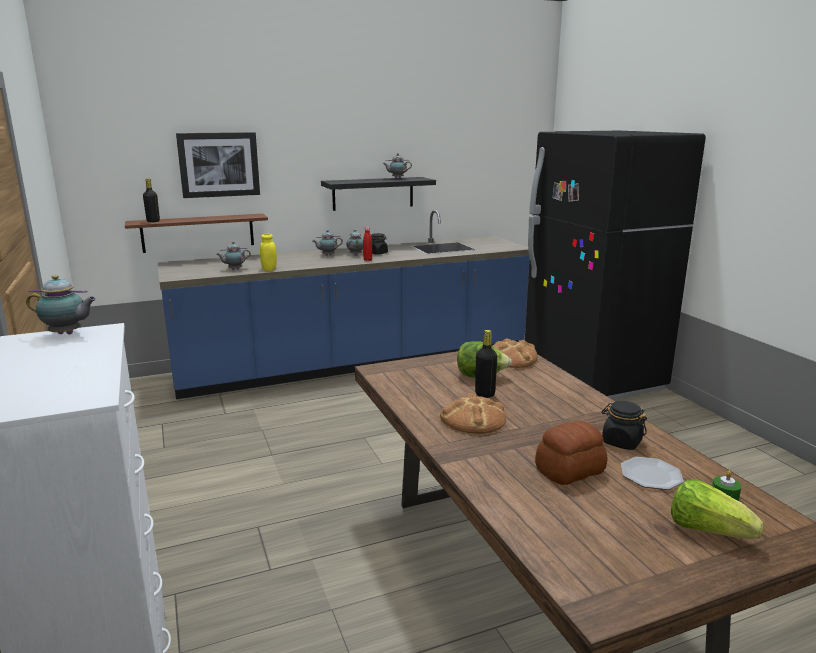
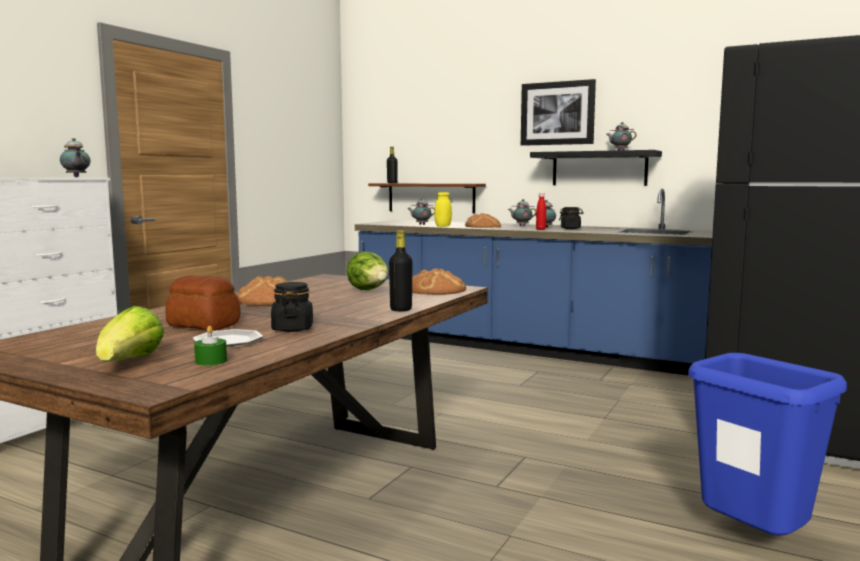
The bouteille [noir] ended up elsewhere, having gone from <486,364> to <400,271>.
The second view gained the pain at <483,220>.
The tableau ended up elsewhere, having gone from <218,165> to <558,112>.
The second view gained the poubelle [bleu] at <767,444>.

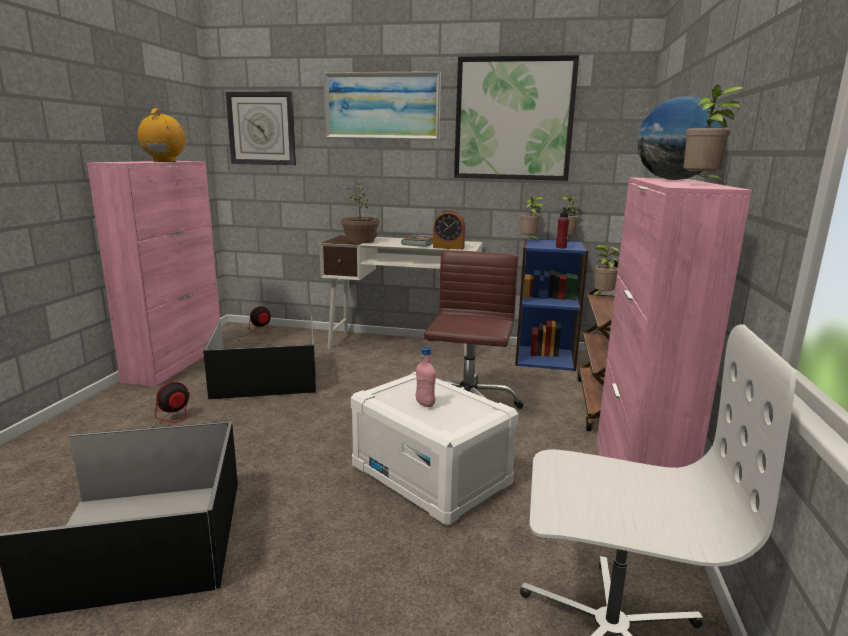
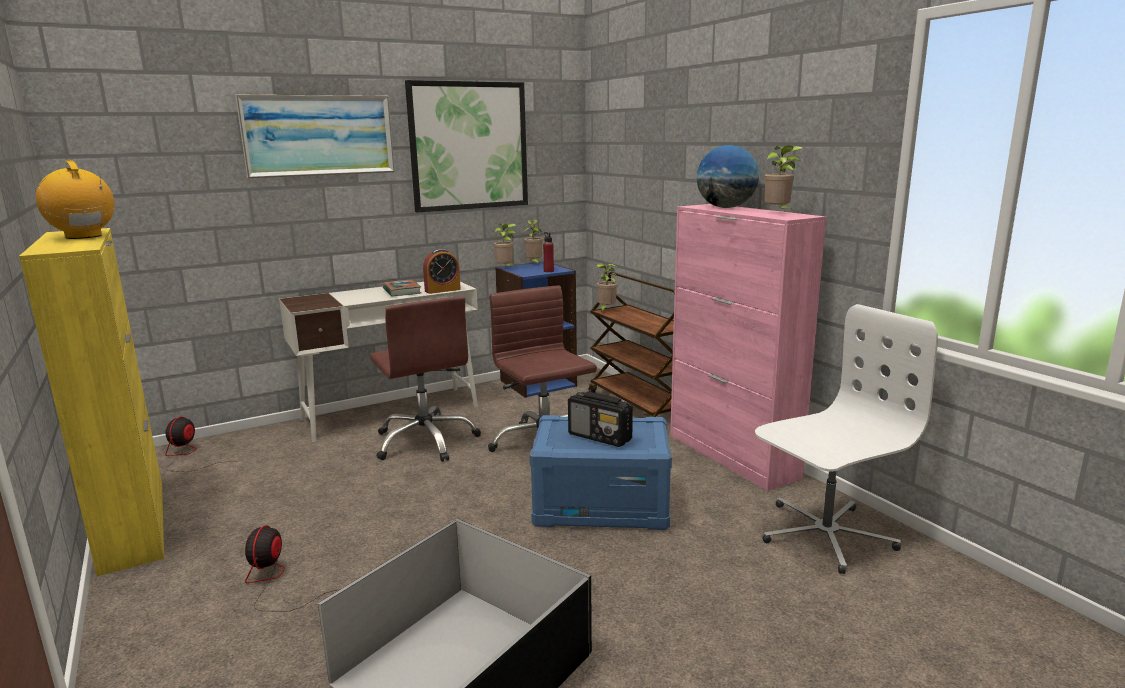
What was the meuble de rangement [rose] at <153,274> turned into the meuble de rangement [jaune] at <91,402>.
The second view gained the chaise de bureau [marron] at <425,379>.
What was the boîte de rangement [blanc] at <434,449> turned into the boîte de rangement [bleu] at <601,472>.
Where the bouteille [rose] stood at <426,376>, the radio came to stand at <600,419>.
The second view lost the boîte de rangement [noir] at <259,358>.
The second view lost the horloge murale at <261,128>.
The second view lost the plante en pot at <360,213>.

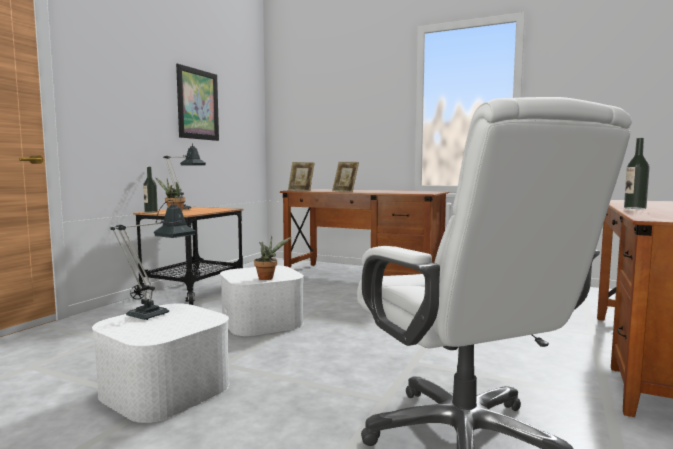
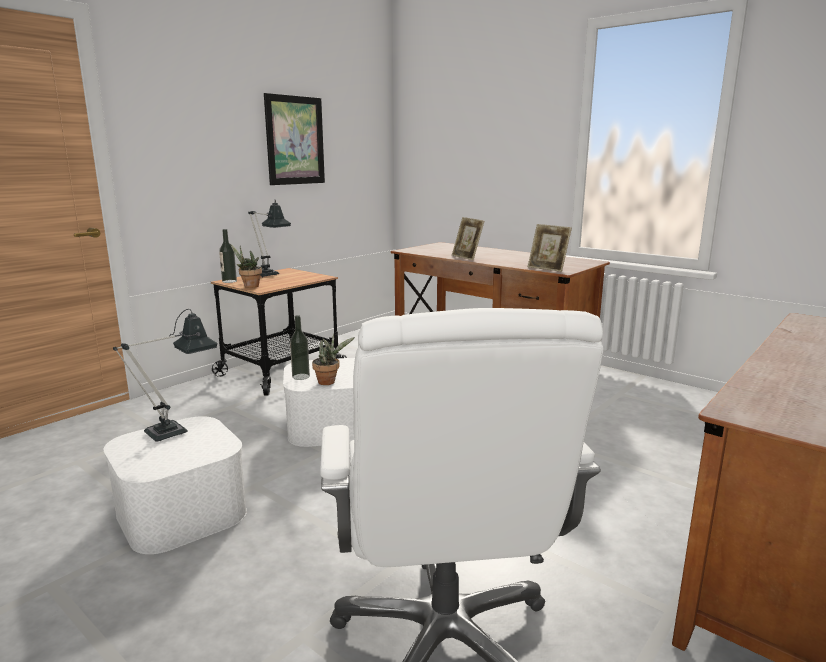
The bouteille ended up elsewhere, having gone from <637,173> to <300,347>.
The cadre photo ended up elsewhere, having gone from <301,176> to <550,248>.

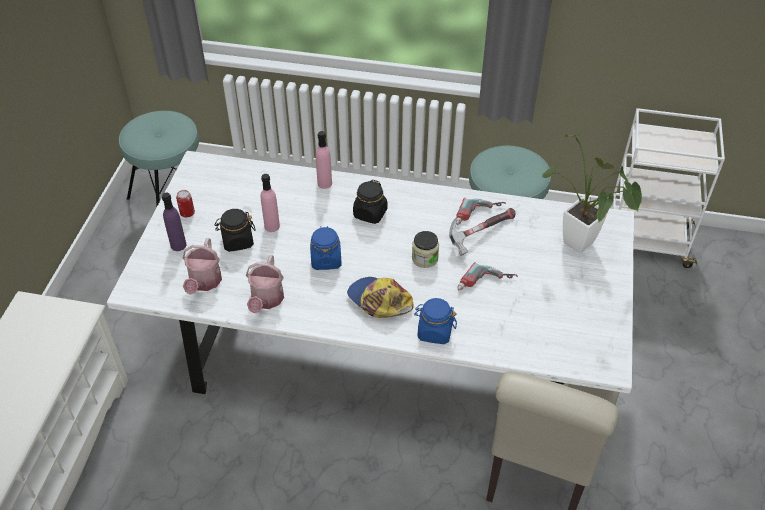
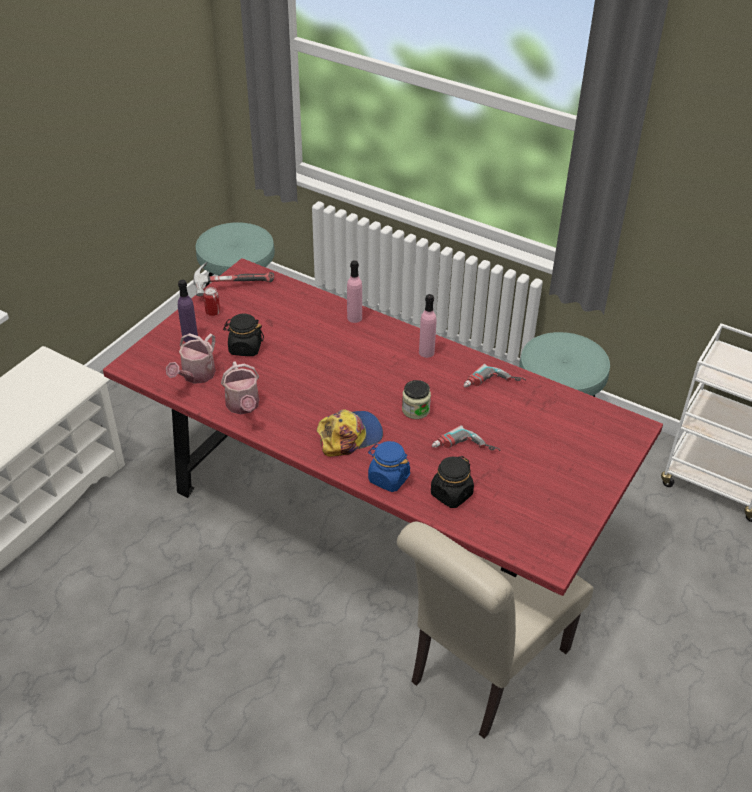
What was the table à manger [blanc] at <370,272> turned into the table à manger [rouge] at <383,427>.
The marteau ended up elsewhere, having gone from <482,232> to <233,279>.
The arrosoir at <265,284> ended up facing another way, 45 degrees counterclockwise from before.
The casquette at <380,297> ended up facing another way, 90 degrees clockwise from before.
The bouteille [rose] ended up elsewhere, having gone from <270,203> to <427,326>.
The bocal [noir] ended up elsewhere, having gone from <370,202> to <452,482>.
The second view lost the bocal [bleu] at <326,248>.
The second view lost the plante en pot at <592,193>.

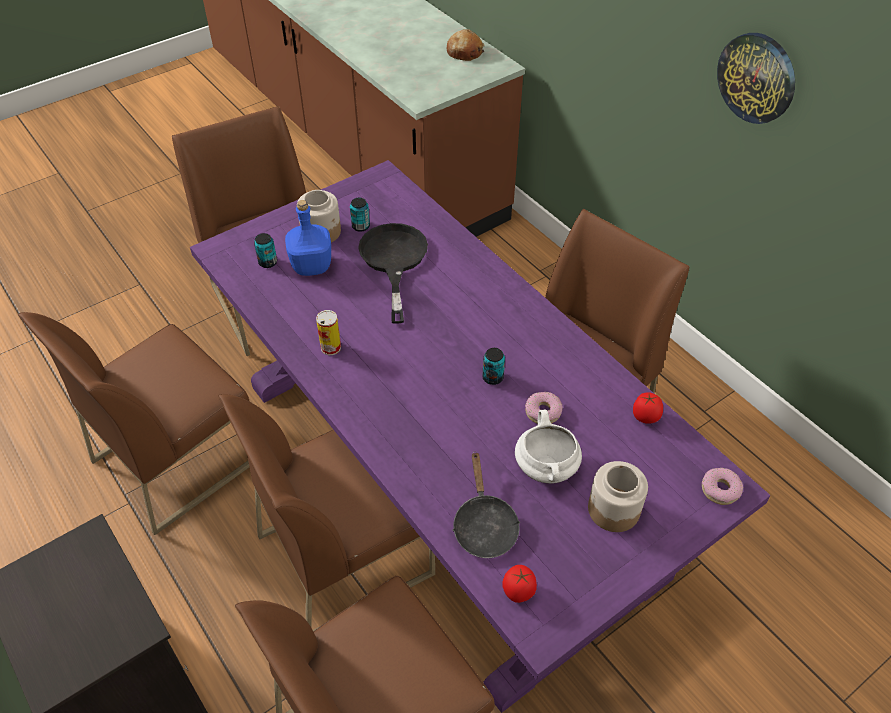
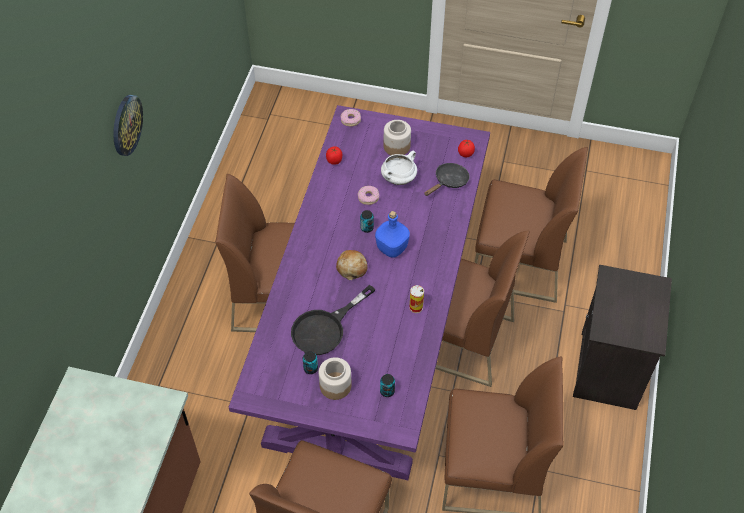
The pain ended up elsewhere, having gone from <466,45> to <351,265>.
The bouteille [bleu] ended up elsewhere, having gone from <308,238> to <392,234>.

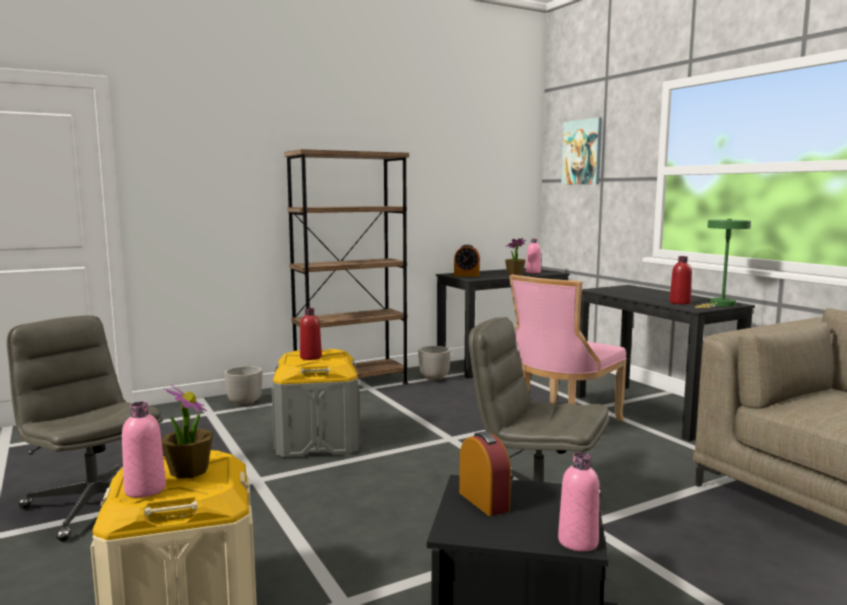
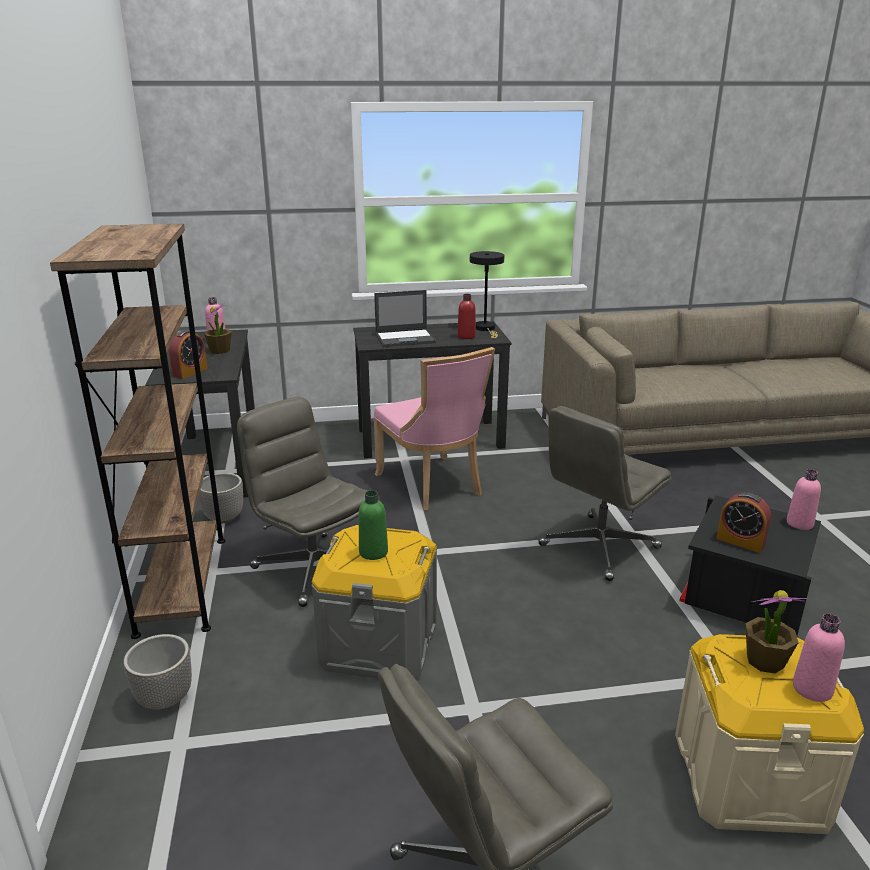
The second view gained the chaise de bureau [gris] at <302,502>.
What was the bouteille [rouge] at <311,334> turned into the bouteille [vert] at <373,525>.
The second view gained the ordinateur portable at <405,318>.
What was the lampe de table [vert] at <723,263> turned into the lampe de table [noir] at <487,294>.
The réveil at <485,473> ended up facing another way, 135 degrees counterclockwise from before.
The second view lost the tableau at <581,151>.

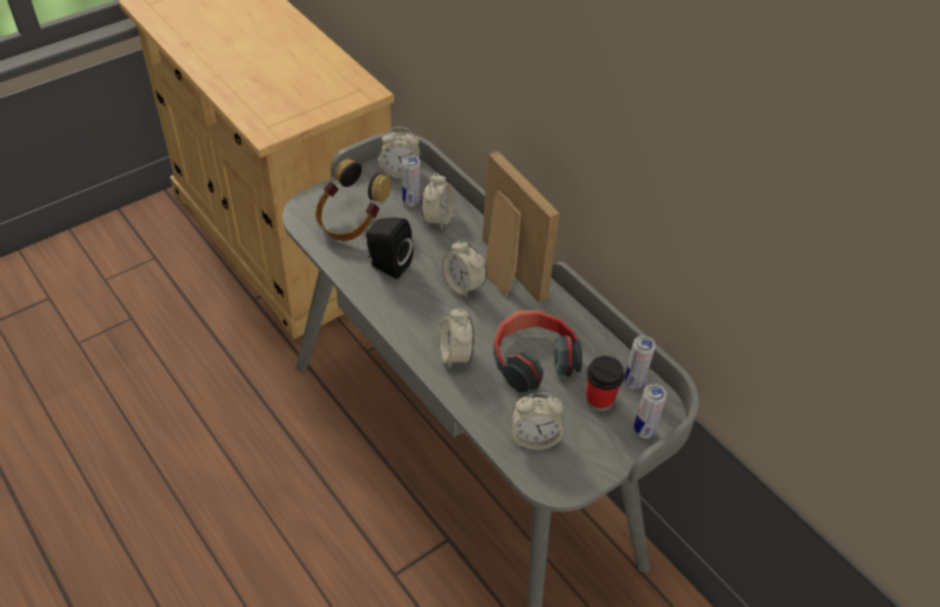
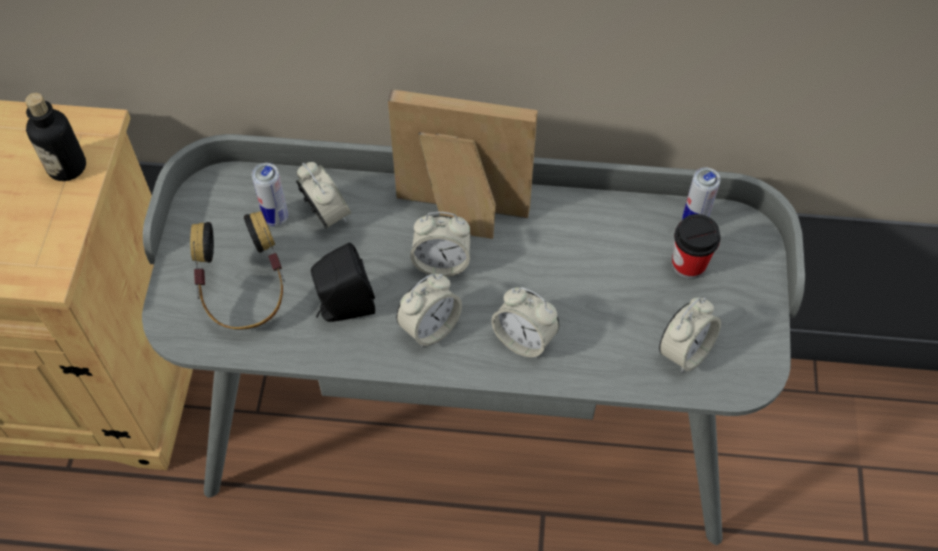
The second view gained the bouteille at <55,137>.
The réveil ended up elsewhere, having gone from <399,152> to <429,311>.
The second view lost the casque audio at <537,351>.
The second view lost the boîte métallique at <650,411>.

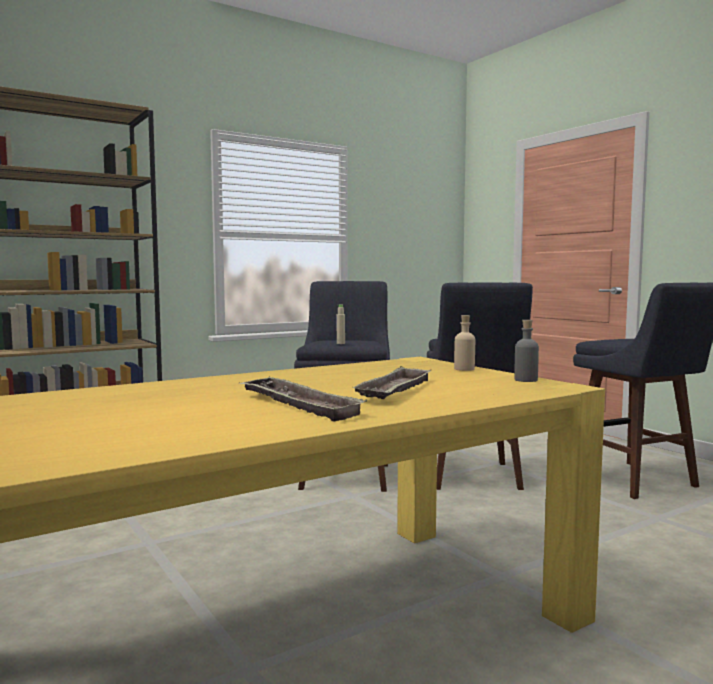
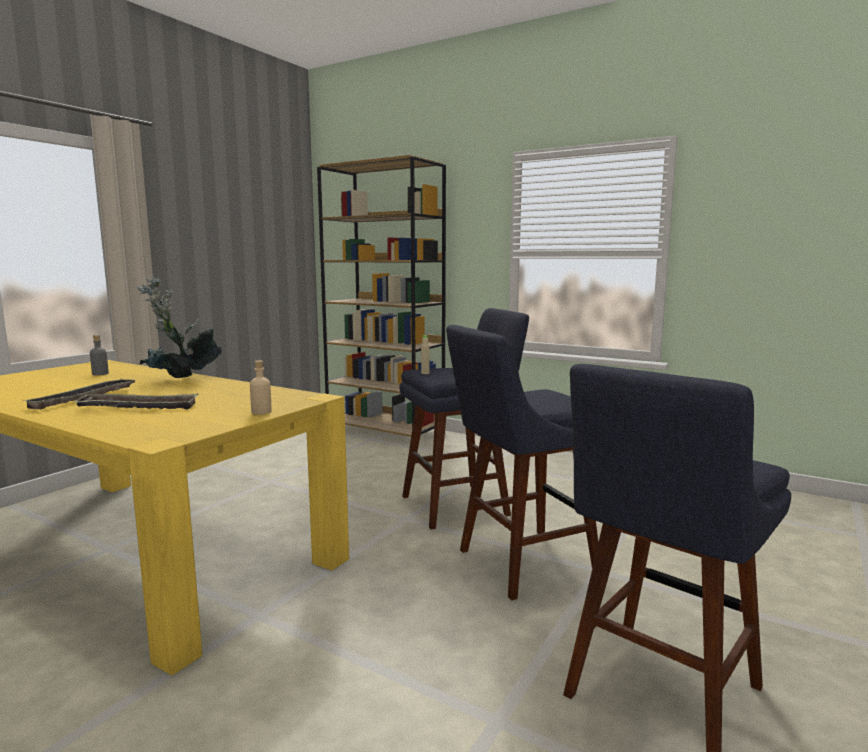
The bouteille [gris] ended up elsewhere, having gone from <526,351> to <99,355>.
The second view gained the plante en pot at <179,327>.

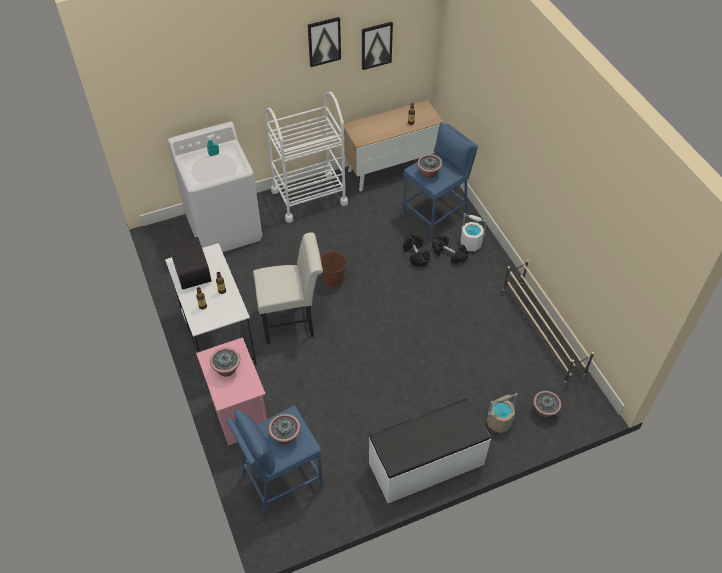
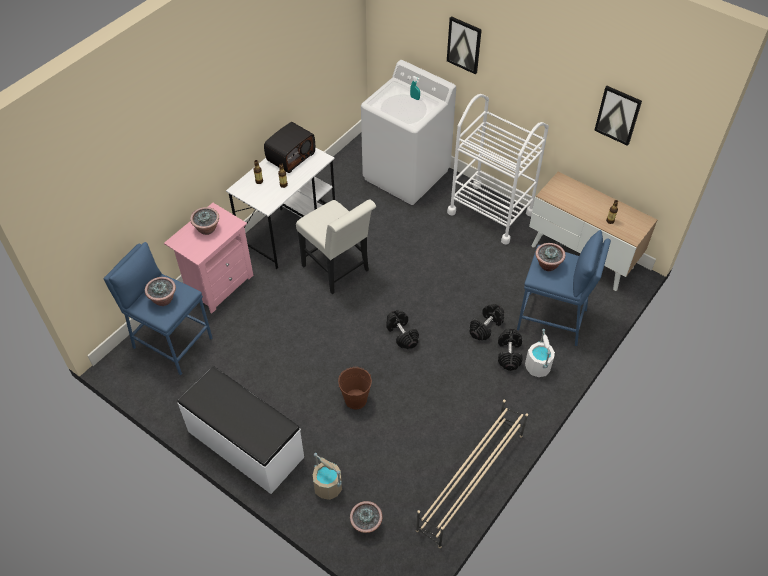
The seau [marron] ended up elsewhere, having gone from <333,269> to <355,388>.
The second view gained the haltère [noir] at <402,329>.
The tableau ended up elsewhere, having gone from <324,42> to <464,45>.

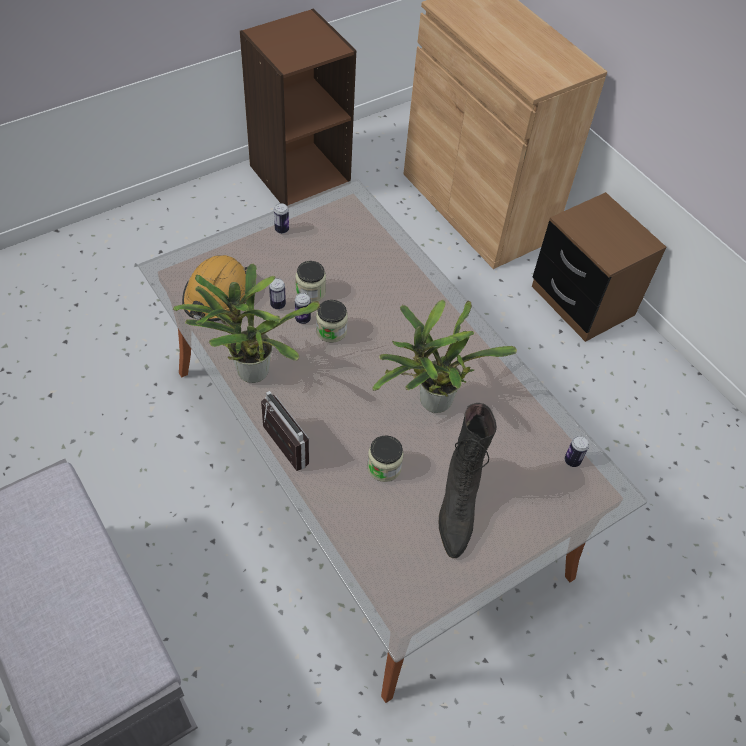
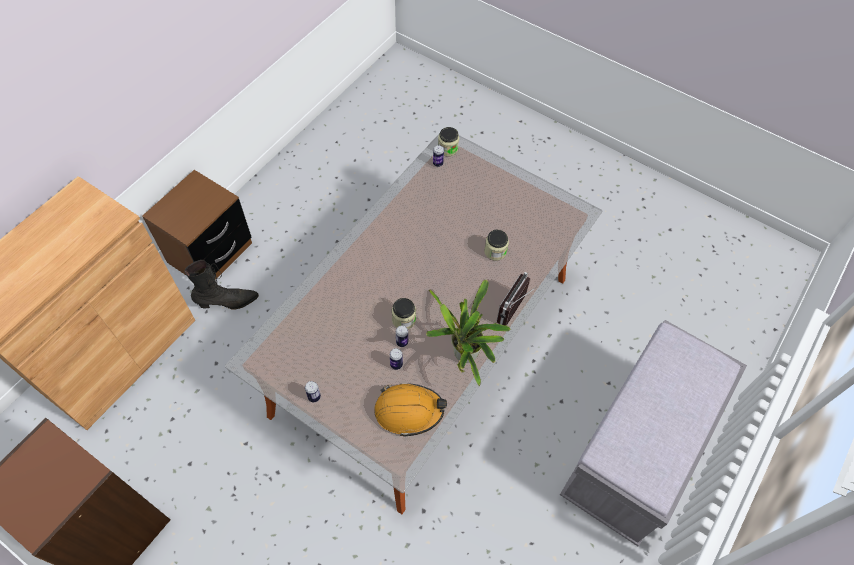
The botte [noir] ended up elsewhere, having gone from <468,480> to <222,285>.
The bocal ended up elsewhere, having gone from <310,282> to <448,141>.
The second view lost the plante en pot at <444,356>.

